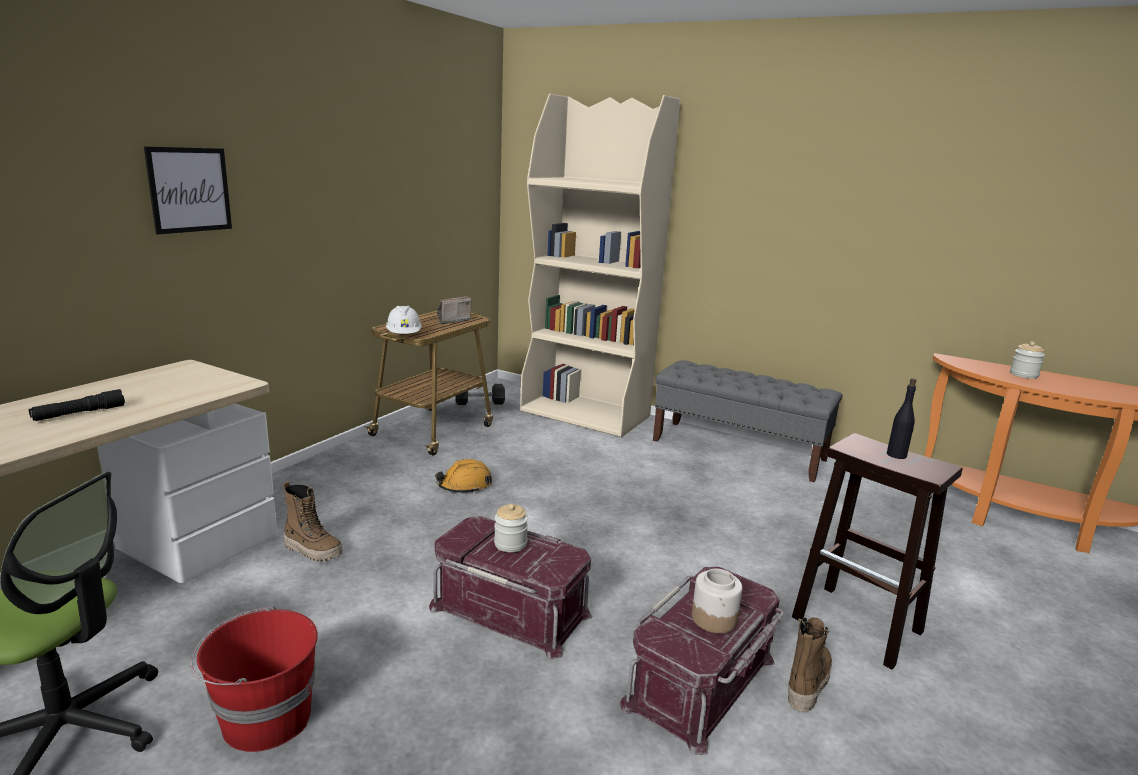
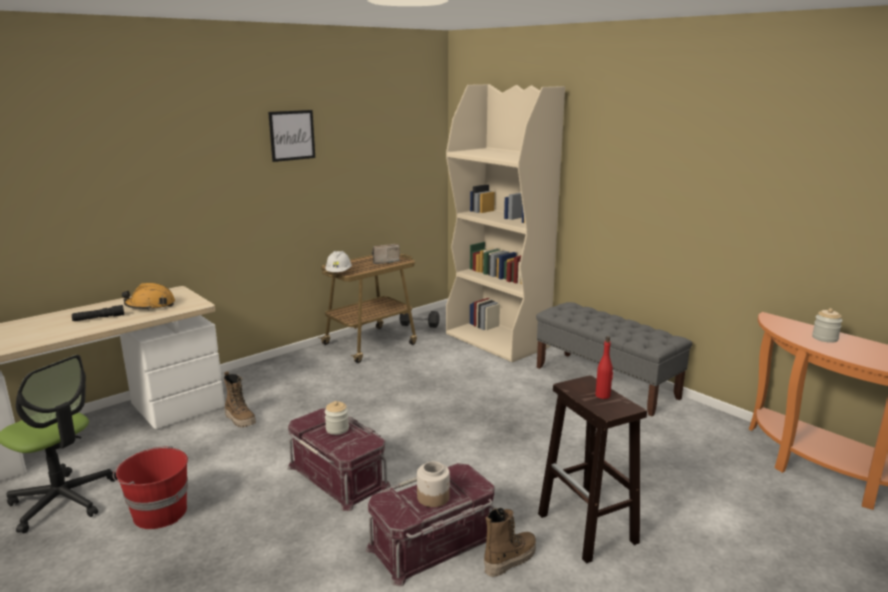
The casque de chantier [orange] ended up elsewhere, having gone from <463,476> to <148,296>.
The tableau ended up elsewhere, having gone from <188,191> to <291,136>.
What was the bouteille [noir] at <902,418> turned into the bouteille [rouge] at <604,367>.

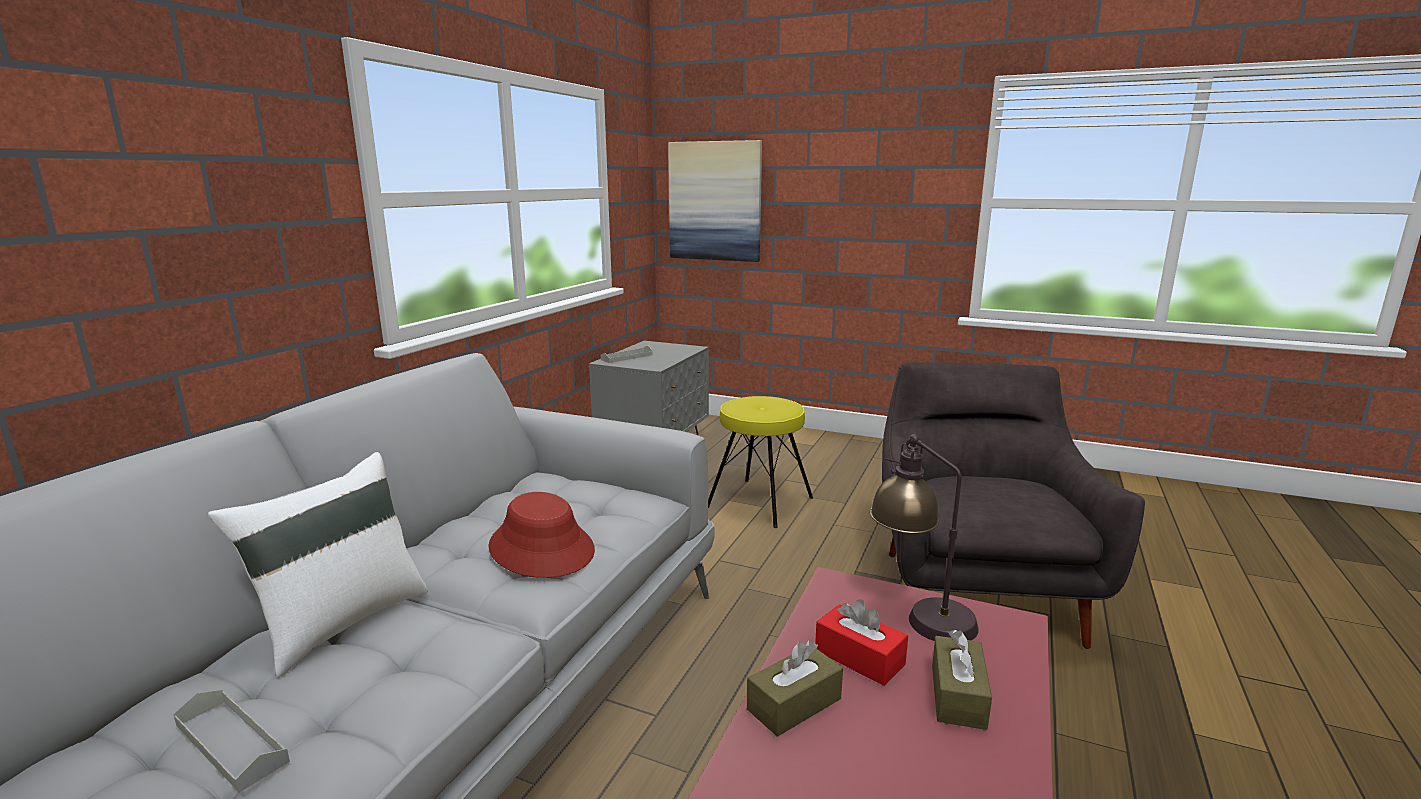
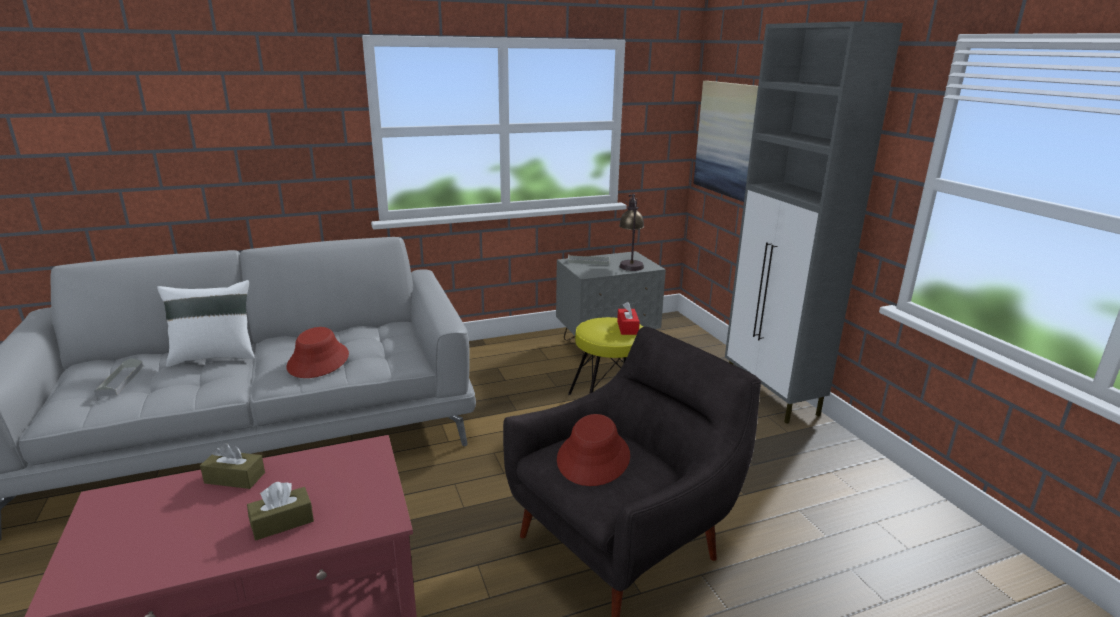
The second view gained the chapeau [rouge] at <593,450>.
The boîte à mouchoirs [rouge] ended up elsewhere, having gone from <861,642> to <628,318>.
The lampe de table ended up elsewhere, having gone from <924,537> to <631,232>.
The second view gained the meuble de rangement [gris] at <814,222>.

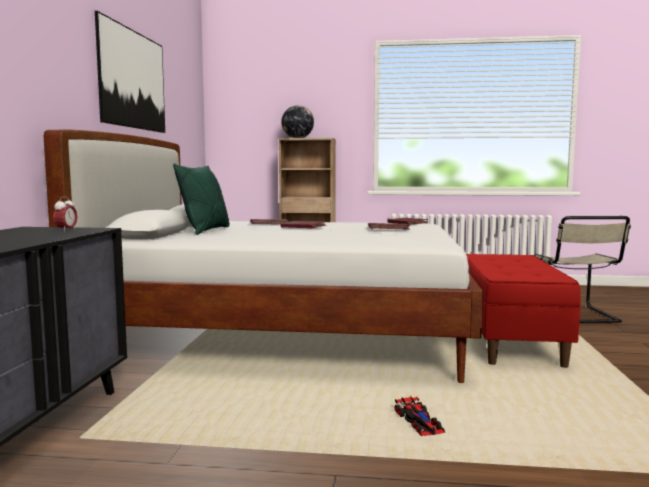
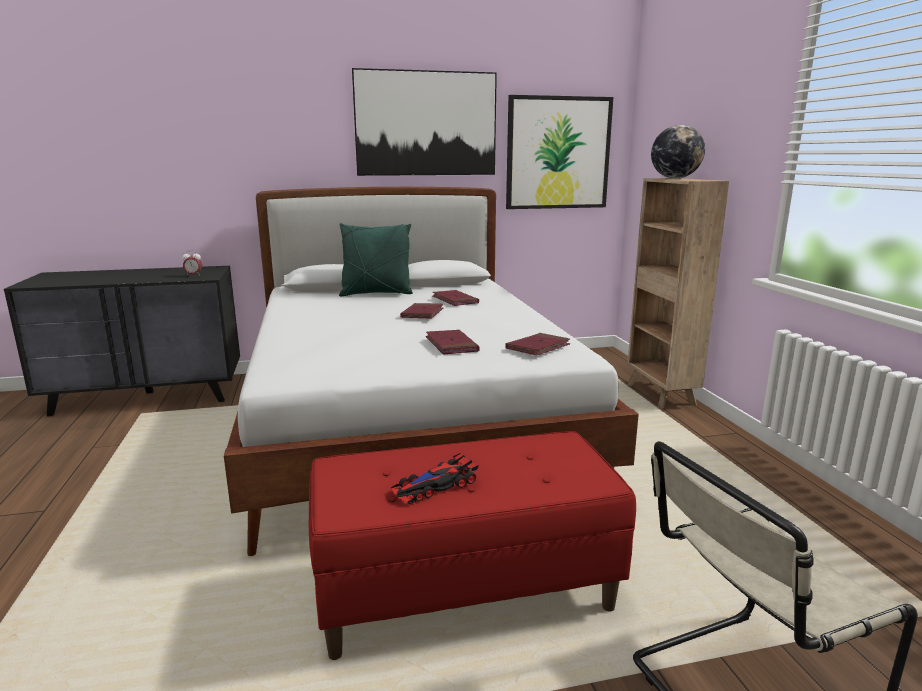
The petite voiture ended up elsewhere, having gone from <419,416> to <434,478>.
The second view gained the tableau at <559,152>.

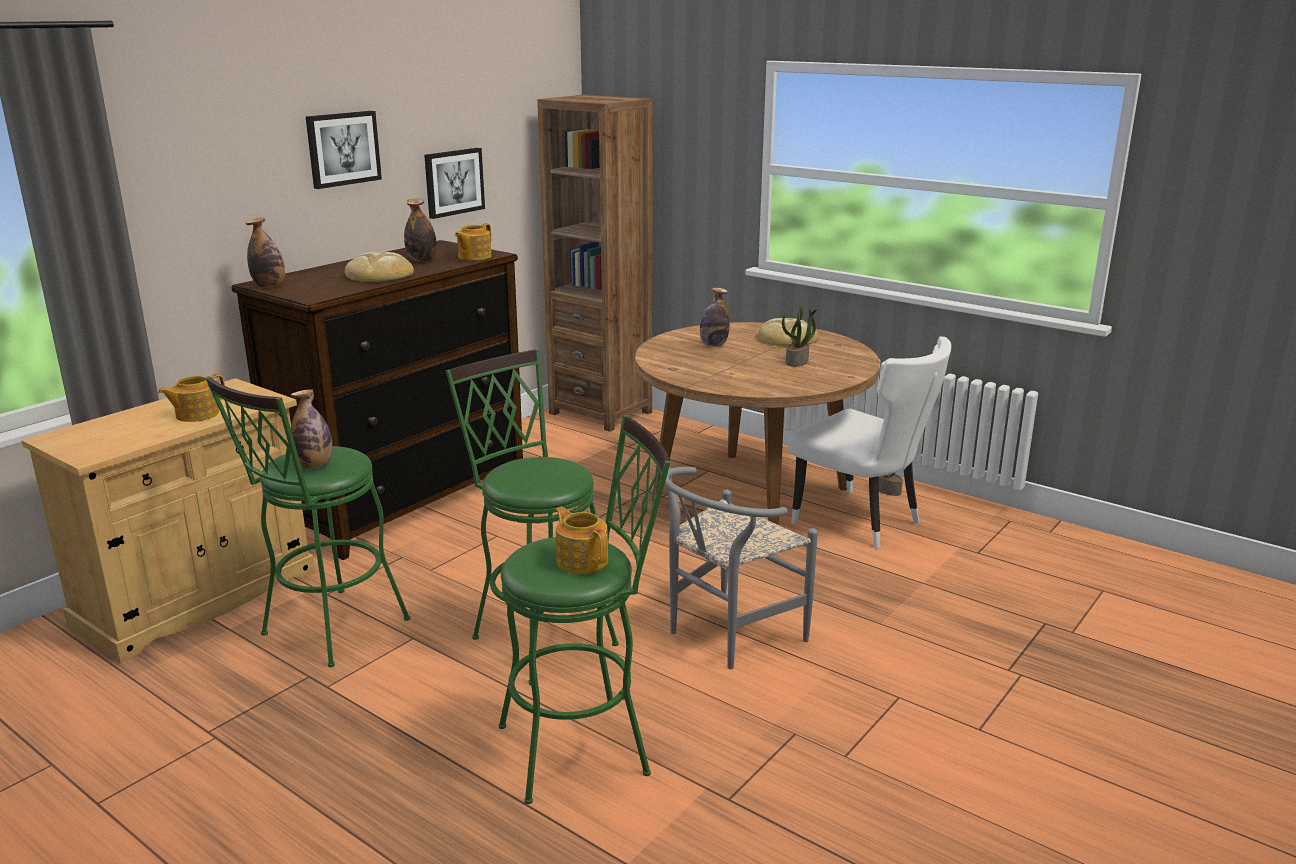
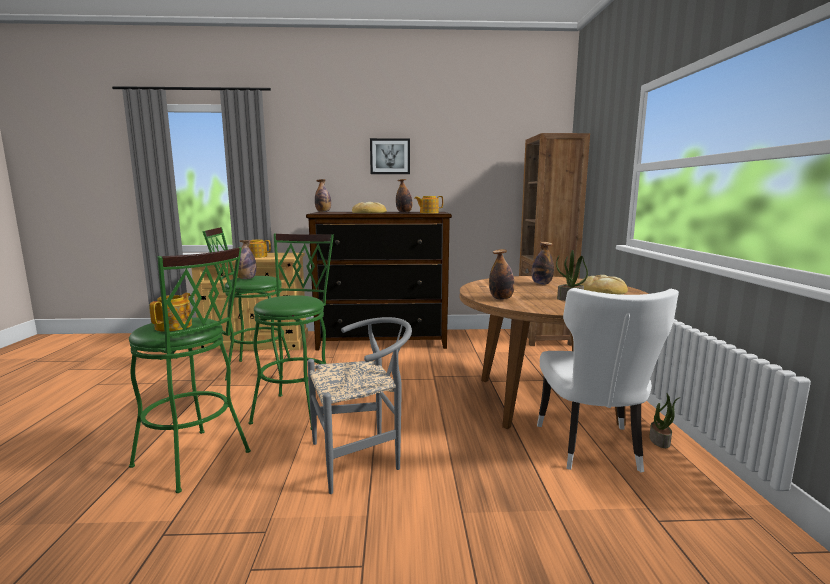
The chaise [gris] at <741,568> ended up facing another way, 150 degrees clockwise from before.
The second view gained the bouteille at <502,274>.
The second view lost the tableau at <454,183>.

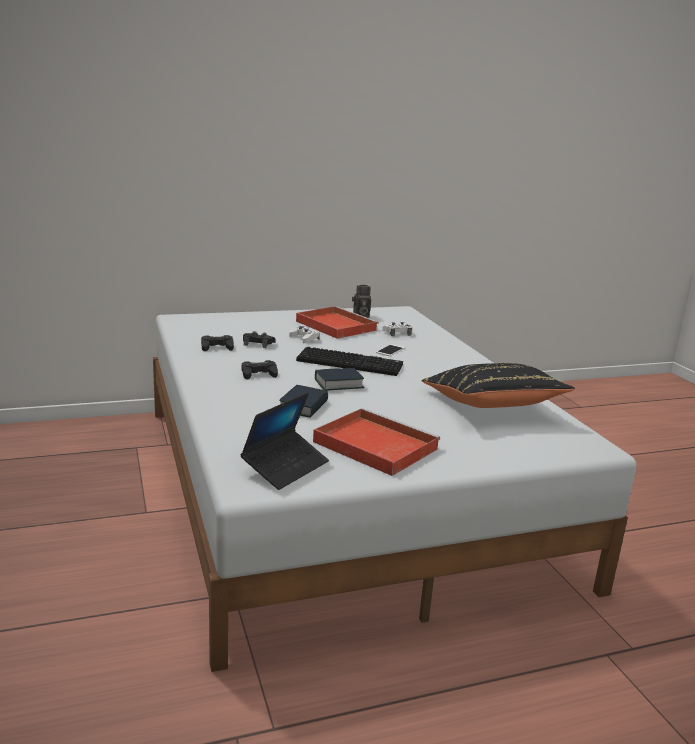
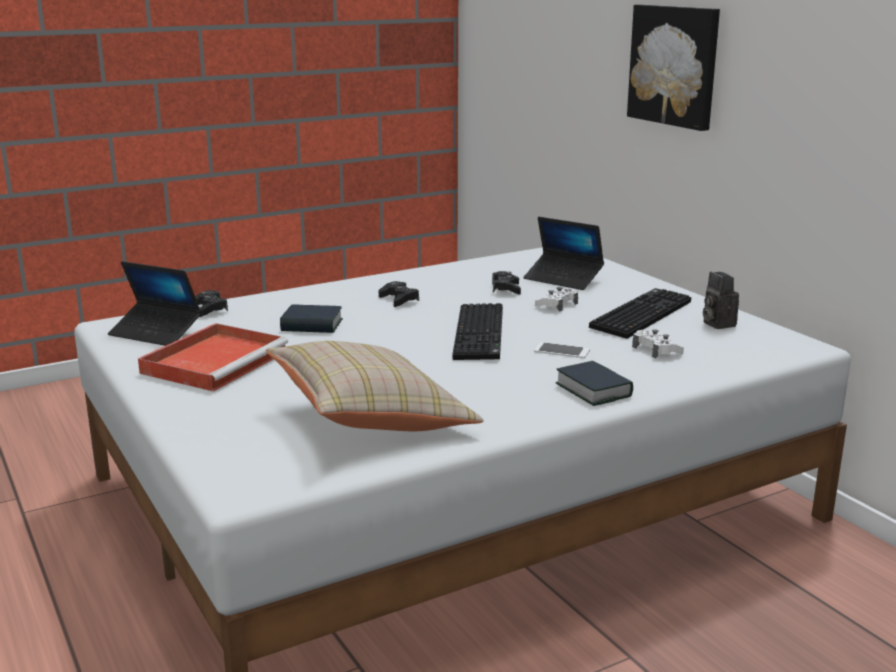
The manette [noir] ended up elsewhere, having gone from <217,343> to <211,303>.
What was the coussin [noir] at <498,385> turned into the coussin [beige] at <375,386>.
The second view gained the ordinateur portable at <563,253>.
The livre ended up elsewhere, having gone from <339,379> to <594,383>.
Where the plateau [rouge] stood at <337,322>, the clavier came to stand at <640,313>.
The second view gained the tableau at <673,67>.

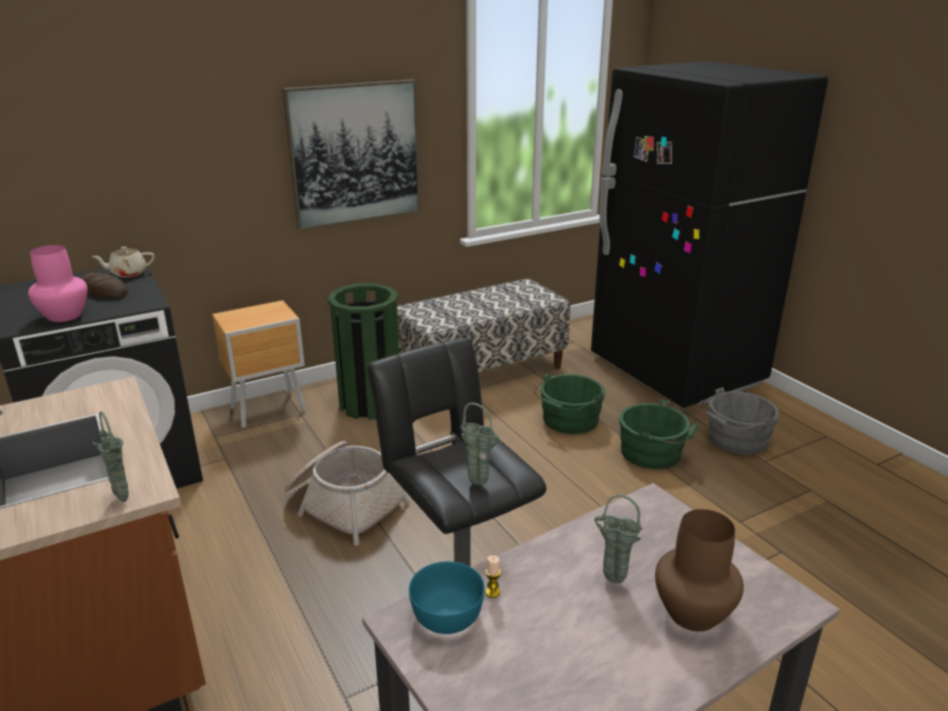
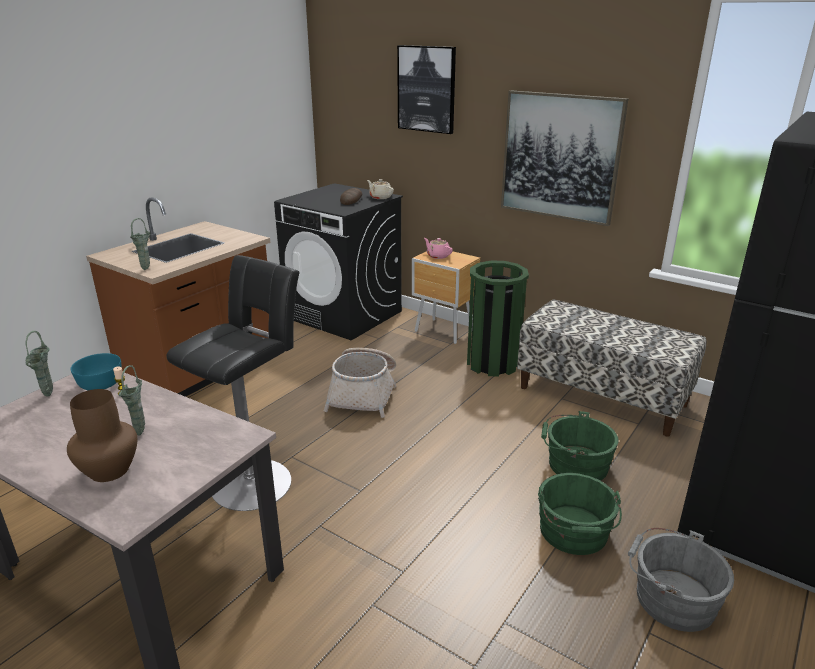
The vase [vert] ended up elsewhere, having gone from <480,444> to <39,364>.
The second view gained the tableau at <426,89>.
The second view gained the théière [rose] at <438,248>.
The second view lost the vase [rose] at <58,283>.

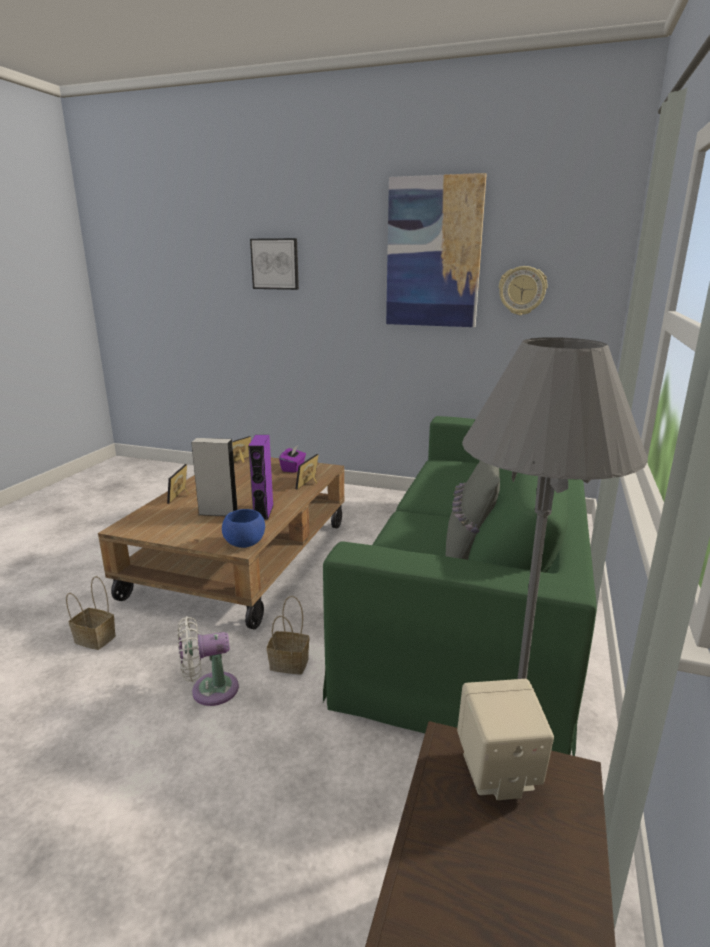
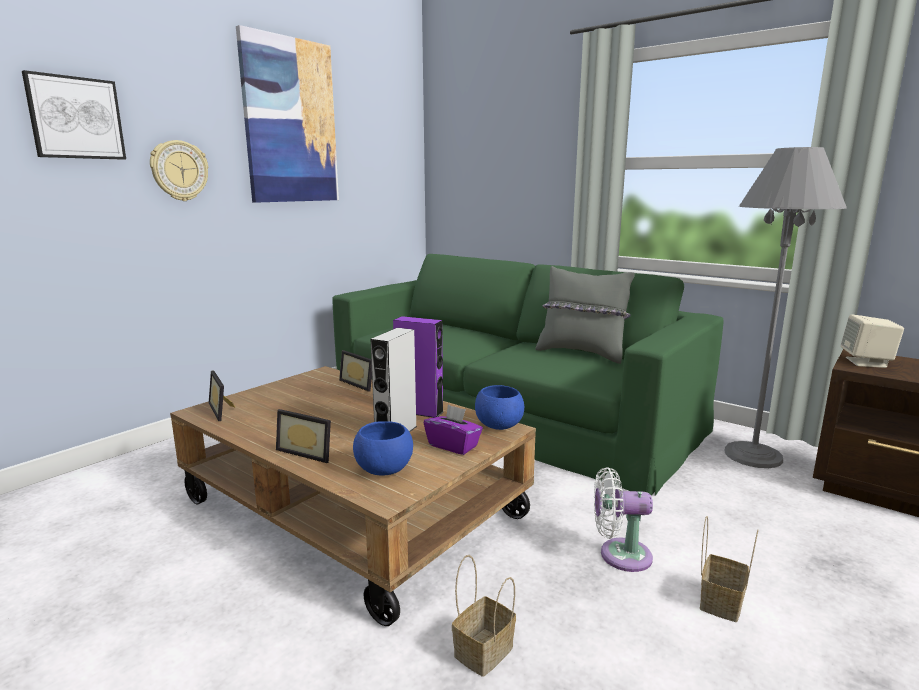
The horloge murale ended up elsewhere, having gone from <523,290> to <179,170>.
The second view gained the bol [bleu] at <383,448>.
The boîte à mouchoirs [violet] ended up elsewhere, having gone from <292,459> to <453,429>.
The ventilateur [blanc] at <208,661> ended up facing another way, 90 degrees clockwise from before.
The panier ended up elsewhere, having gone from <288,635> to <729,569>.

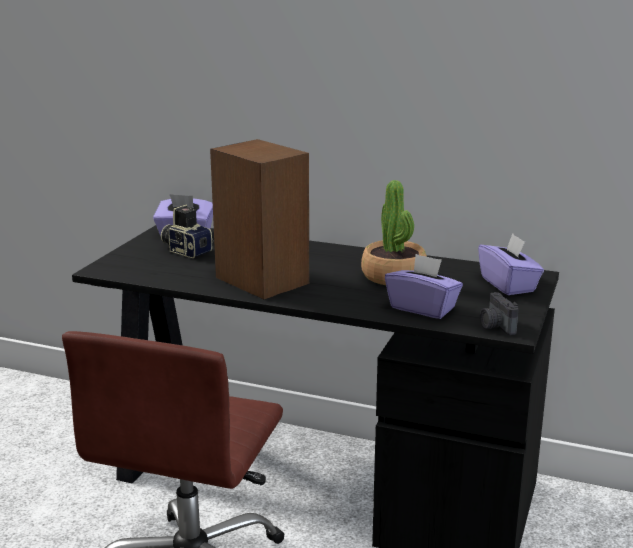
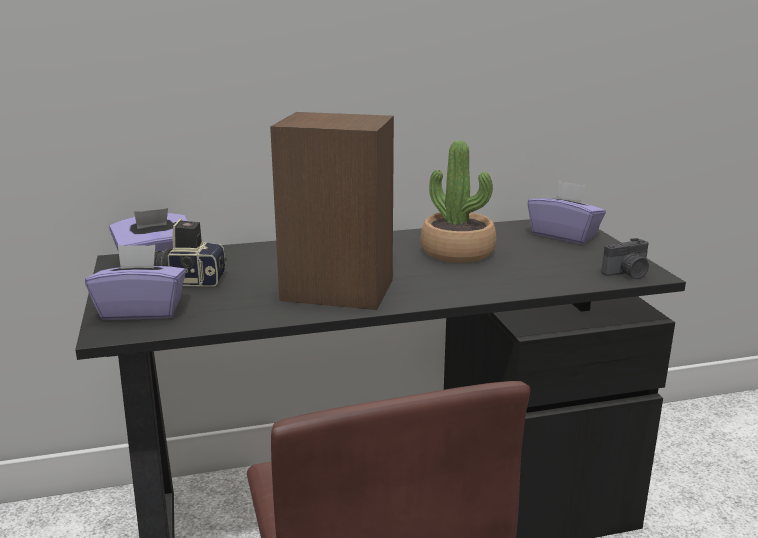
The boîte à mouchoirs [violet] ended up elsewhere, having gone from <424,286> to <135,282>.
The appareil photo at <499,313> ended up facing another way, 60 degrees counterclockwise from before.

